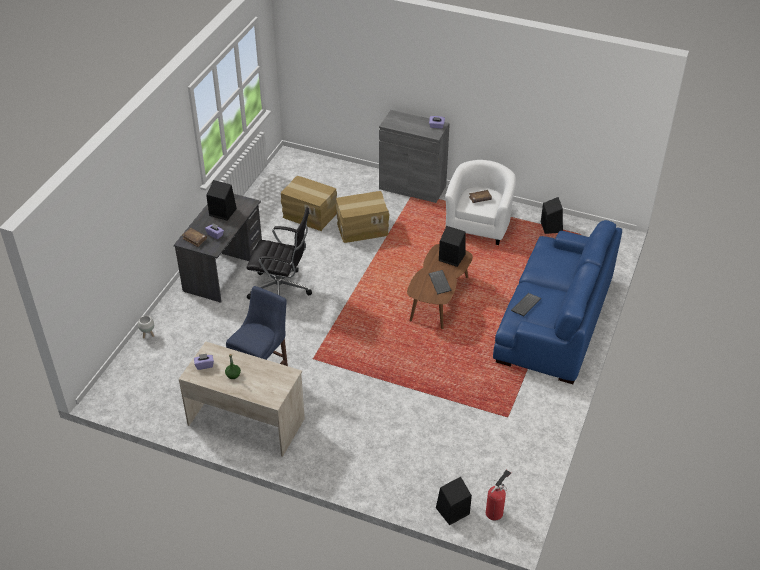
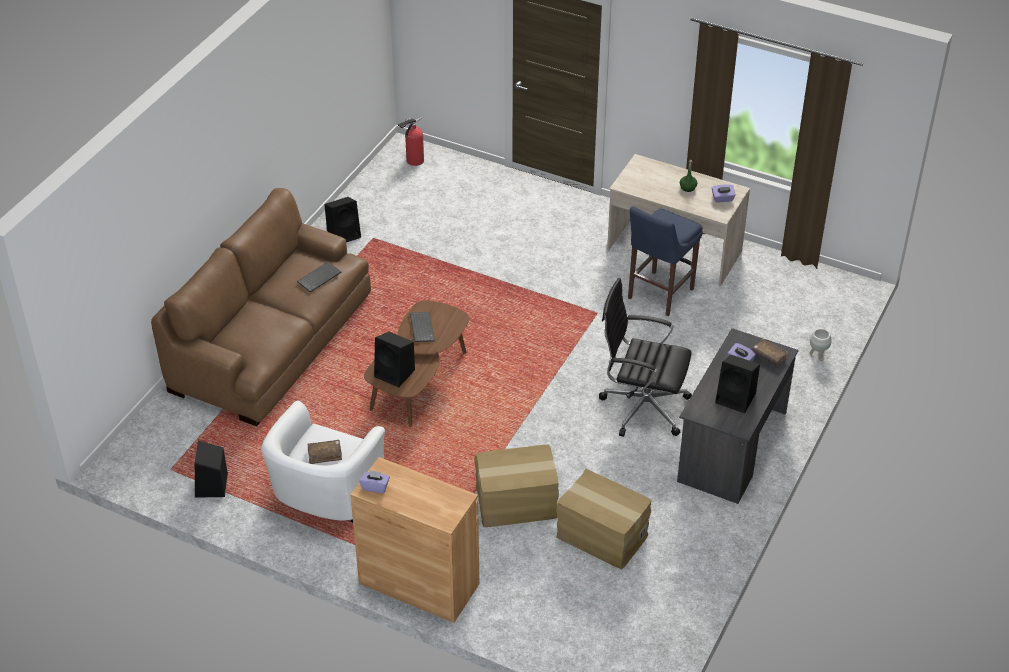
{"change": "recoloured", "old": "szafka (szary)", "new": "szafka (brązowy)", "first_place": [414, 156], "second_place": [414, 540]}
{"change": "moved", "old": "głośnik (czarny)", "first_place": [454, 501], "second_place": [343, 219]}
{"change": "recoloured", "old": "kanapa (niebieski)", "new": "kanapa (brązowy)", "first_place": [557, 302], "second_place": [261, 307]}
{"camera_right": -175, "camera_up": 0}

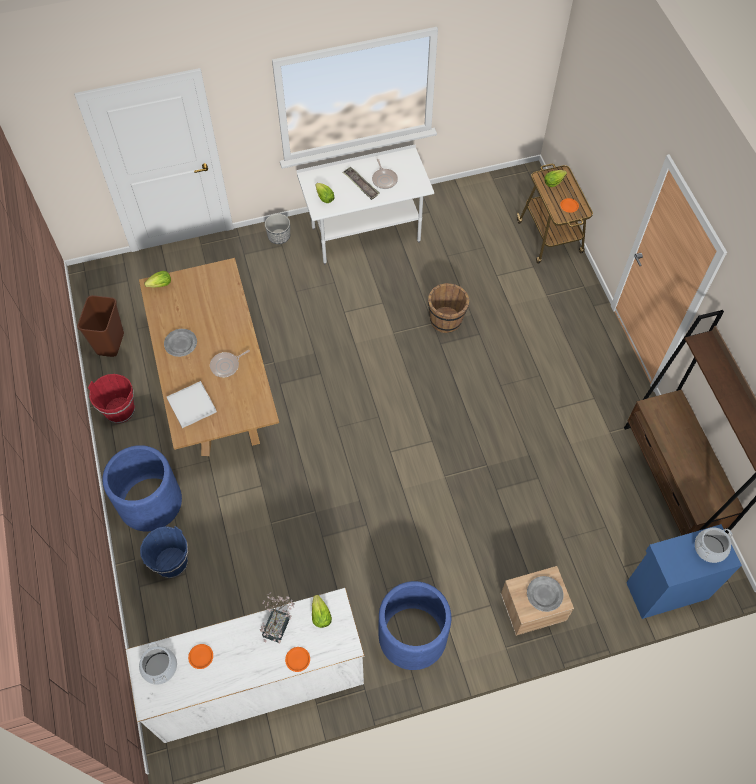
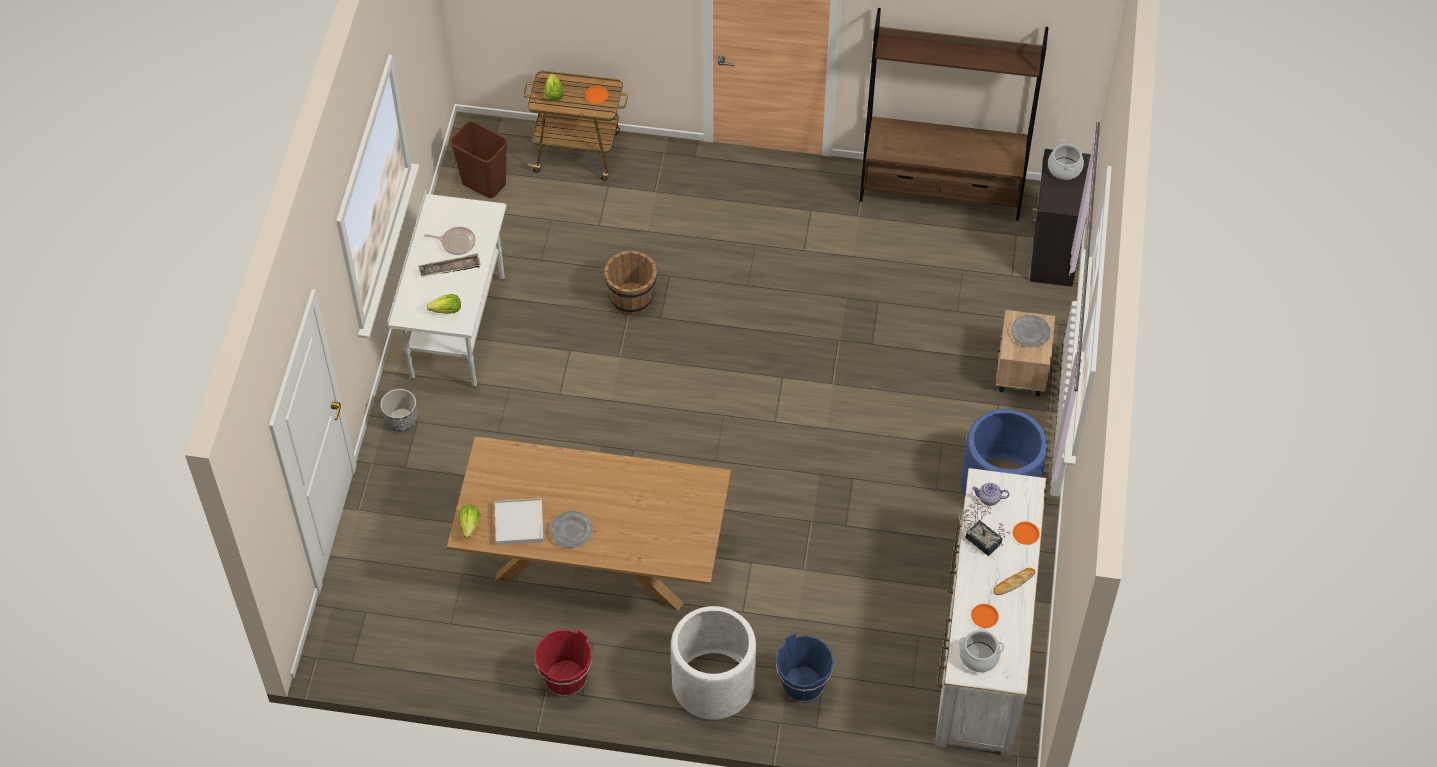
{"change": "moved", "old": "kosz na śmieci (brązowy)", "first_place": [100, 326], "second_place": [479, 159]}
{"change": "recoloured", "old": "donica (niebieski)", "new": "donica (biały)", "first_place": [142, 488], "second_place": [713, 663]}
{"change": "moved", "old": "taca (biały)", "first_place": [192, 404], "second_place": [519, 521]}
{"change": "removed", "old": "patelnia", "first_place": [230, 363]}
{"change": "replaced", "old": "sałata", "new": "imbryk", "first_place": [322, 611], "second_place": [990, 494]}
{"change": "recoloured", "old": "szafka (niebieski)", "new": "szafka (czarny)", "first_place": [684, 571], "second_place": [1060, 218]}
{"change": "added", "new": "chleb", "second_place": [1014, 581]}
{"camera_right": -65, "camera_up": -5}

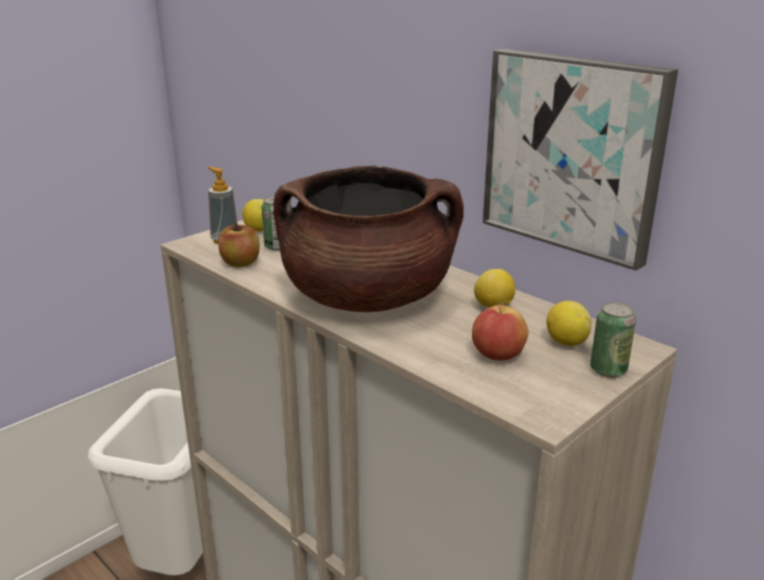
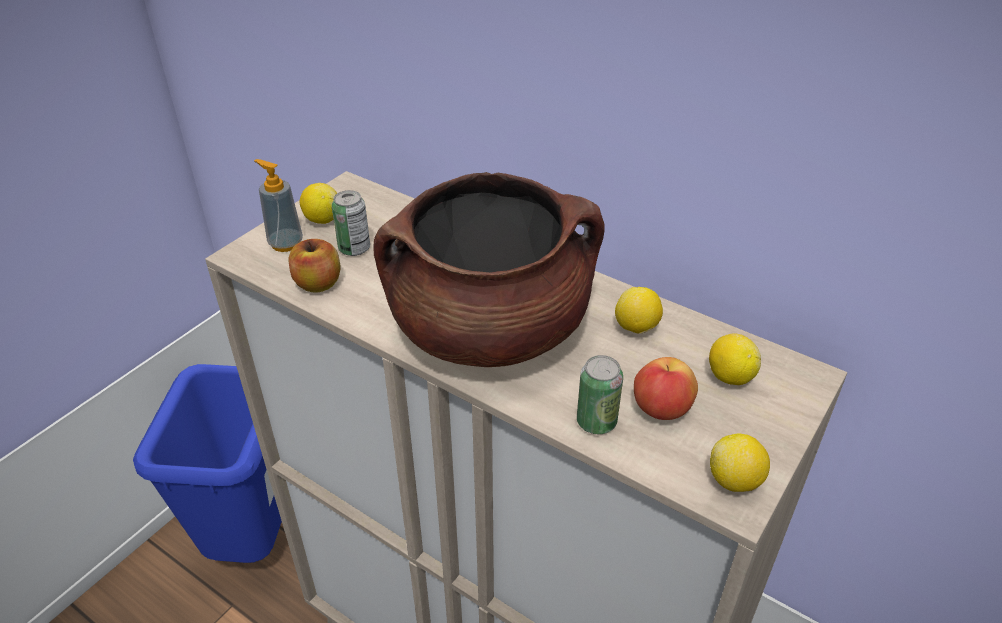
{"change": "recoloured", "old": "kosz na śmieci (biały)", "new": "kosz na śmieci (niebieski)", "first_place": [145, 482], "second_place": [207, 463]}
{"change": "removed", "old": "obraz", "first_place": [580, 160]}
{"change": "moved", "old": "puszka", "first_place": [613, 339], "second_place": [600, 394]}
{"change": "added", "new": "cytryna", "second_place": [740, 463]}
{"camera_right": -10, "camera_up": 15}

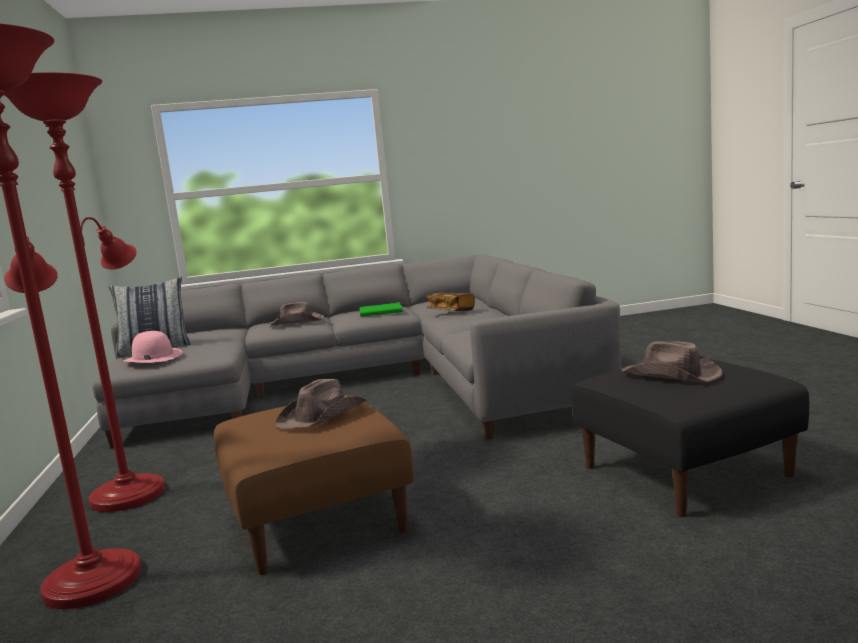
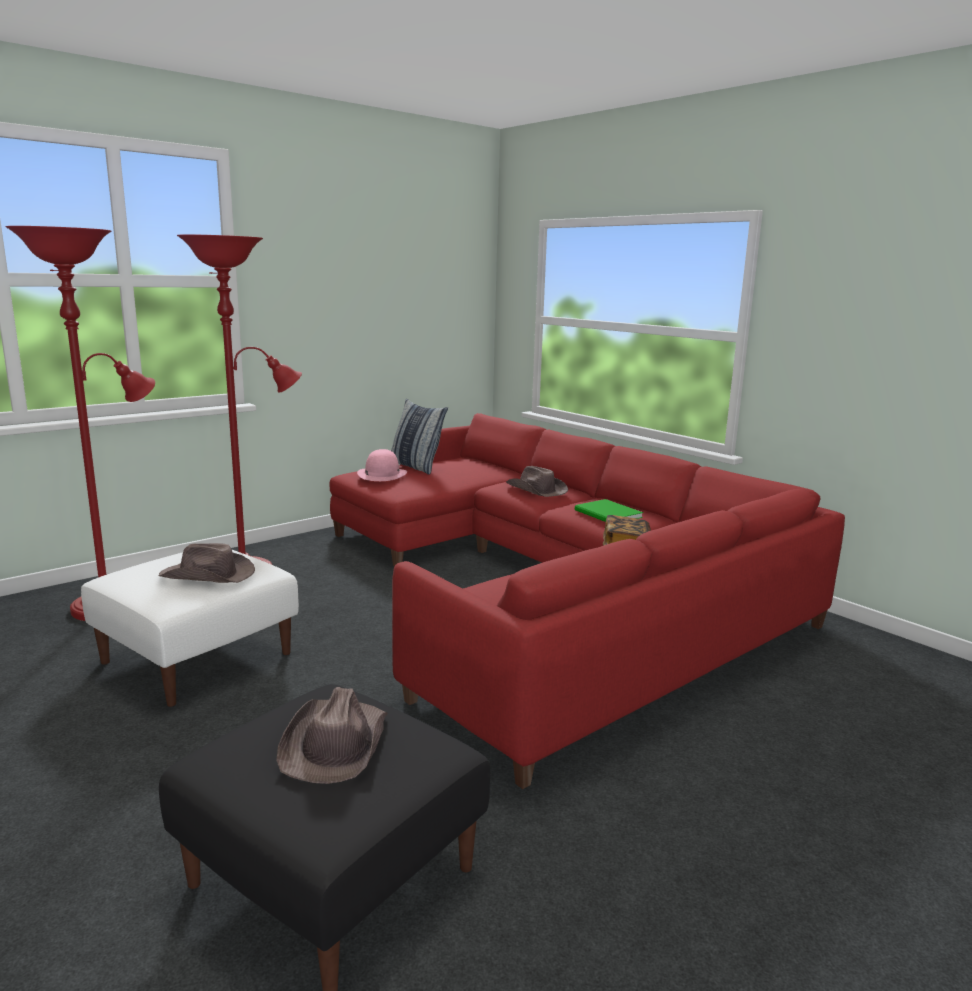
{"change": "recoloured", "old": "kanapa (szary)", "new": "kanapa (czerwony)", "first_place": [357, 351], "second_place": [587, 601]}
{"change": "recoloured", "old": "pufa (brązowy)", "new": "pufa (biały)", "first_place": [313, 485], "second_place": [190, 628]}
{"camera_right": 60, "camera_up": 5}

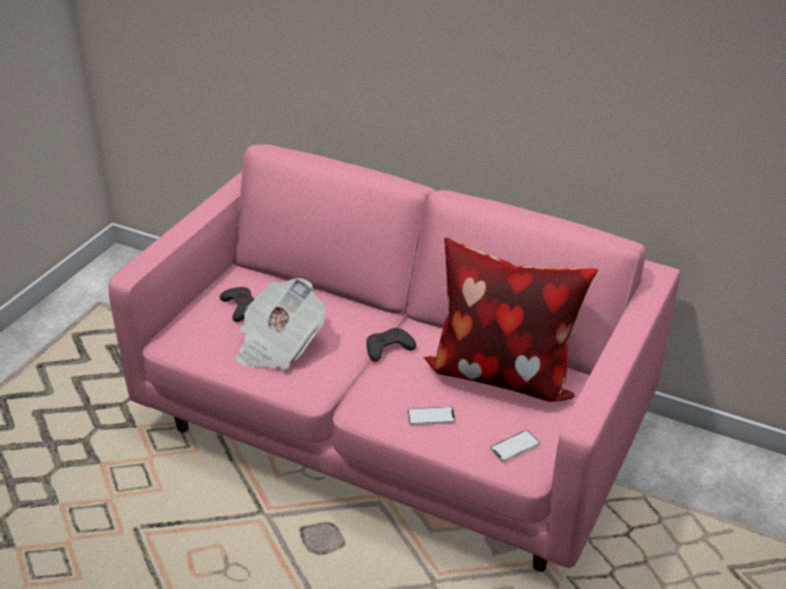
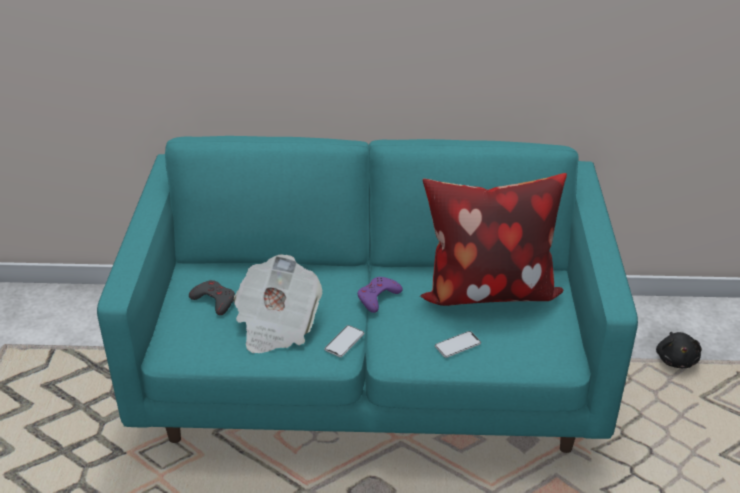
{"change": "recoloured", "old": "kanapa (różowy)", "new": "kanapa (turkusowy)", "first_place": [394, 358], "second_place": [367, 294]}
{"change": "recoloured", "old": "pad do gier (szary)", "new": "pad do gier (fioletowy)", "first_place": [391, 344], "second_place": [380, 295]}
{"change": "moved", "old": "telefon", "first_place": [515, 446], "second_place": [344, 341]}
{"change": "added", "new": "pluszak (czarny)", "second_place": [679, 350]}
{"camera_right": -25, "camera_up": 0}

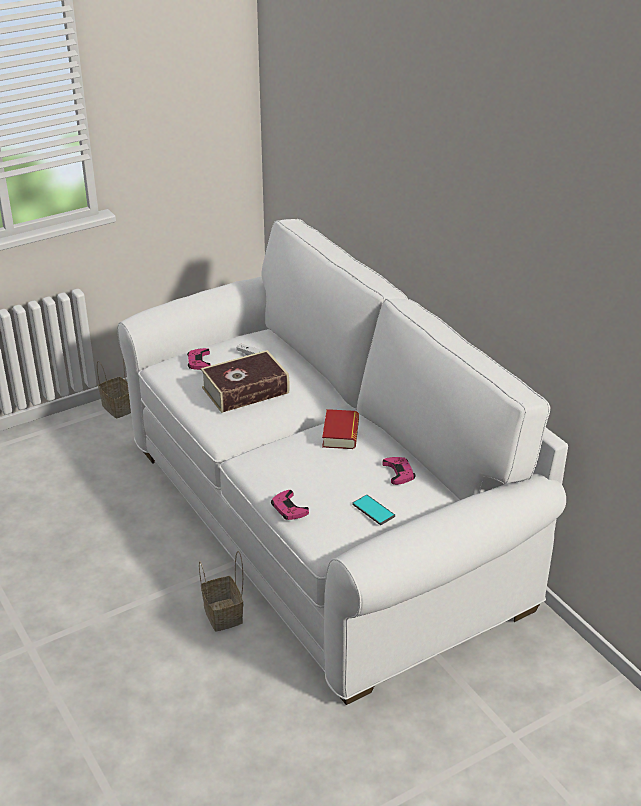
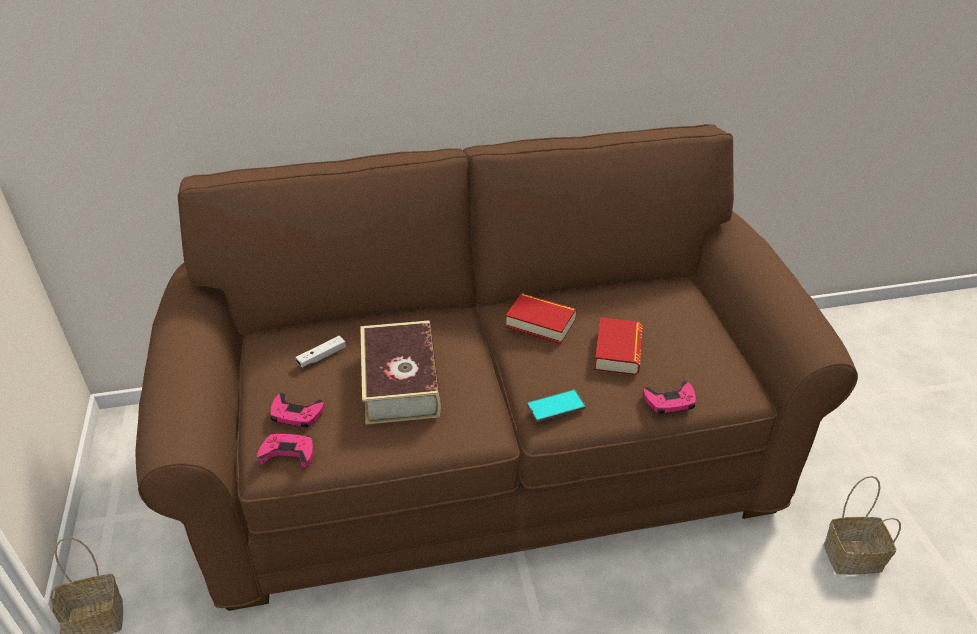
{"change": "recoloured", "old": "kanapa (biały)", "new": "kanapa (brązowy)", "first_place": [342, 462], "second_place": [497, 367]}
{"change": "moved", "old": "koszyk", "first_place": [221, 591], "second_place": [862, 525]}
{"change": "moved", "old": "telefon", "first_place": [373, 510], "second_place": [556, 405]}
{"change": "moved", "old": "pad do gier (różowy)", "first_place": [398, 471], "second_place": [285, 450]}
{"change": "added", "new": "książka", "second_place": [618, 346]}
{"camera_right": -70, "camera_up": 5}

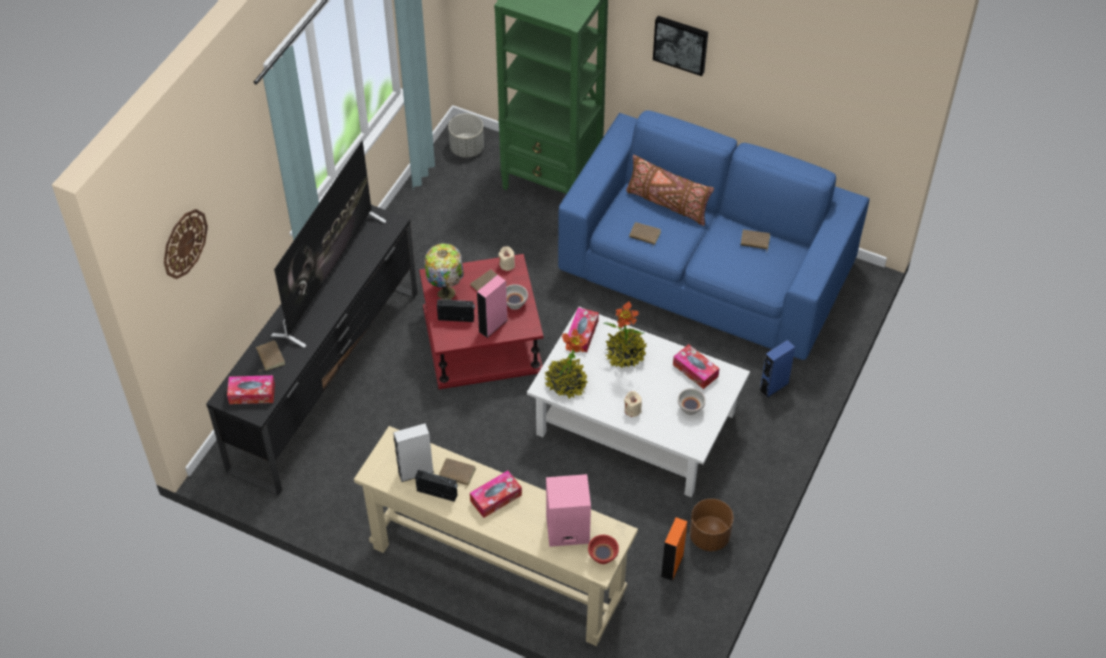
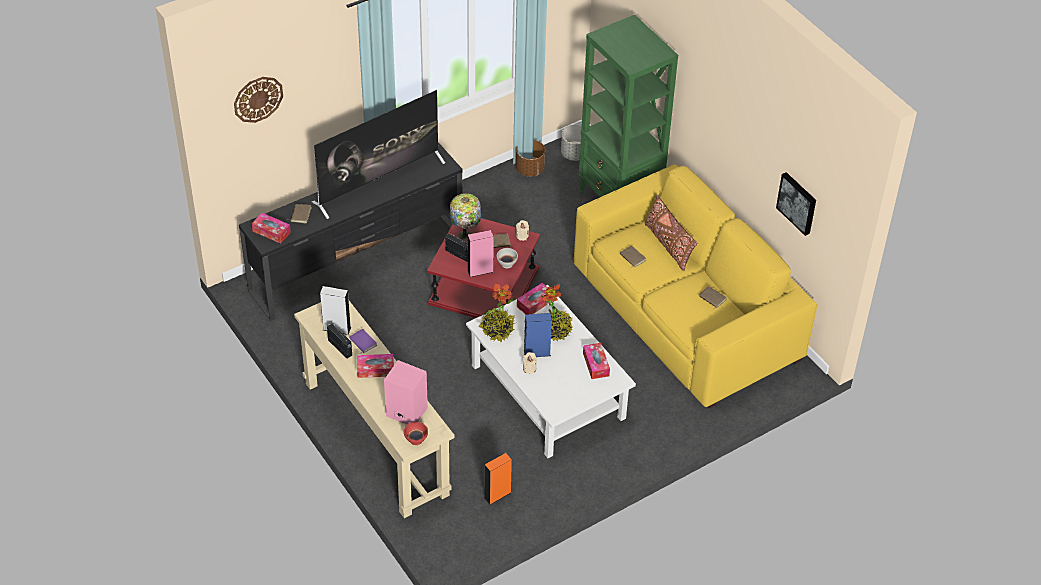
{"change": "recoloured", "old": "książka (brązowy)", "new": "książka (fioletowy)", "first_place": [457, 473], "second_place": [363, 341]}
{"change": "recoloured", "old": "kanapa (niebieski)", "new": "kanapa (żółty)", "first_place": [713, 235], "second_place": [695, 286]}
{"change": "moved", "old": "obraz", "first_place": [680, 46], "second_place": [796, 204]}
{"change": "removed", "old": "miska (biały)", "first_place": [692, 401]}
{"change": "moved", "old": "donica (brązowy)", "first_place": [711, 525], "second_place": [530, 158]}
{"change": "moved", "old": "głośnik (niebieski)", "first_place": [777, 369], "second_place": [538, 335]}
{"camera_right": 30, "camera_up": -5}

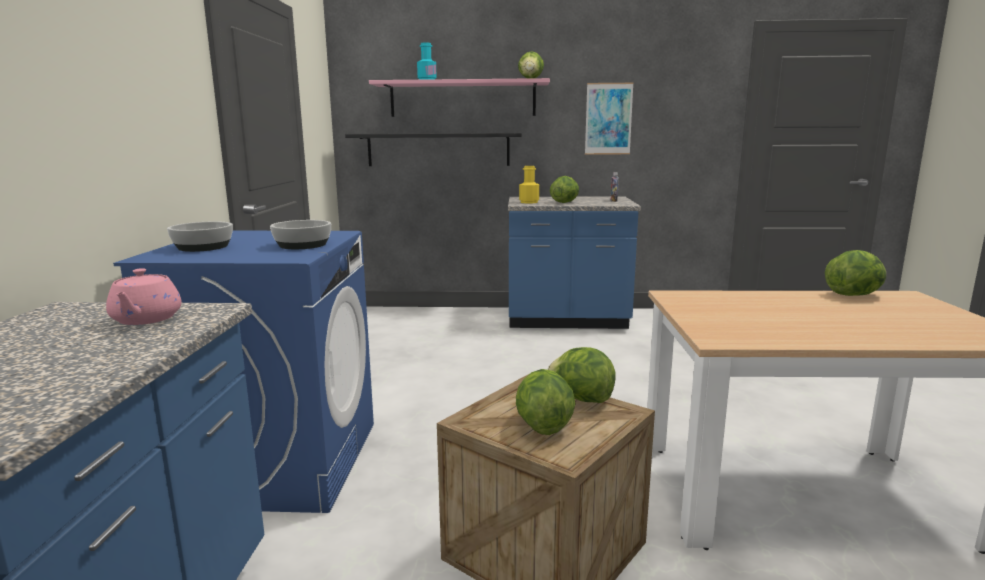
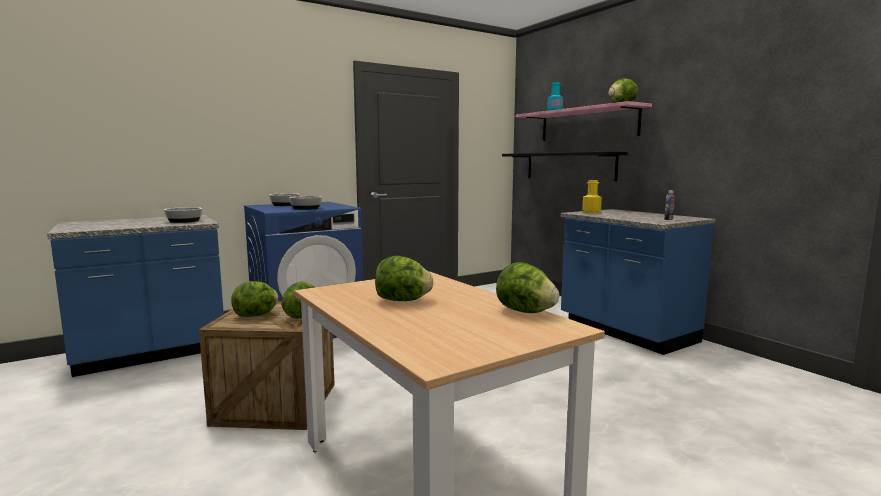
{"change": "replaced", "old": "imbryk (różowy)", "new": "miska", "first_place": [144, 296], "second_place": [183, 215]}
{"change": "moved", "old": "sałata", "first_place": [564, 189], "second_place": [404, 278]}
{"change": "removed", "old": "obraz", "first_place": [609, 119]}
{"camera_right": 55, "camera_up": -5}

